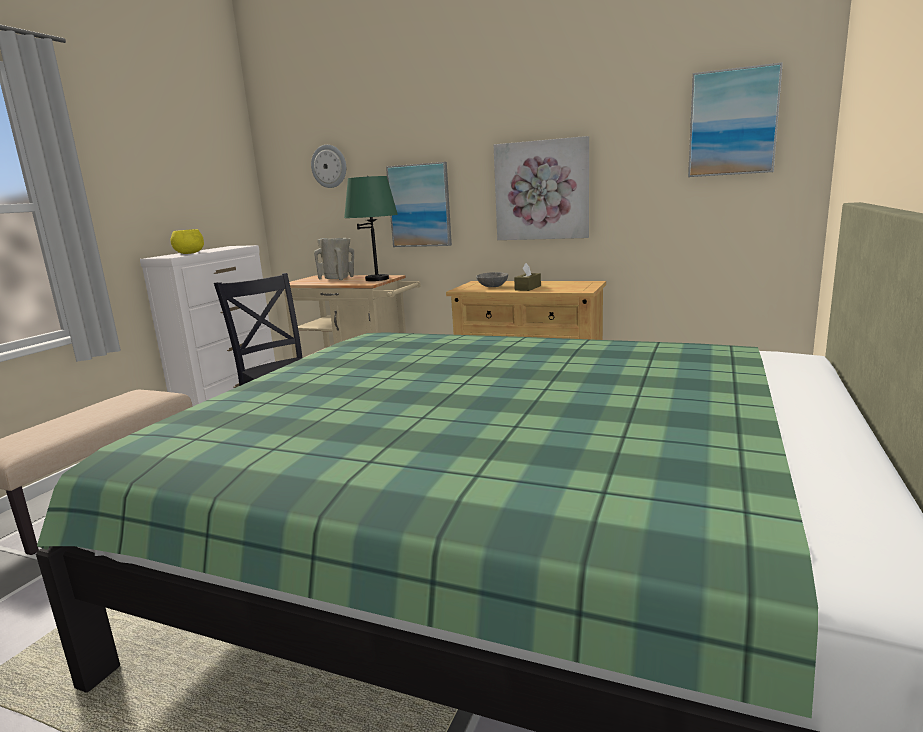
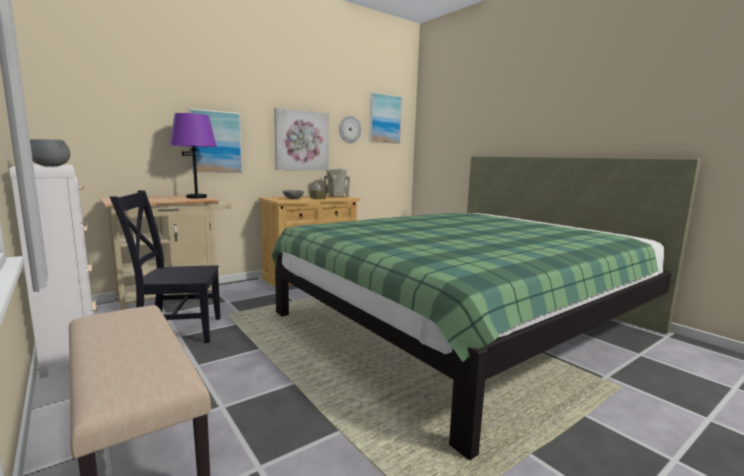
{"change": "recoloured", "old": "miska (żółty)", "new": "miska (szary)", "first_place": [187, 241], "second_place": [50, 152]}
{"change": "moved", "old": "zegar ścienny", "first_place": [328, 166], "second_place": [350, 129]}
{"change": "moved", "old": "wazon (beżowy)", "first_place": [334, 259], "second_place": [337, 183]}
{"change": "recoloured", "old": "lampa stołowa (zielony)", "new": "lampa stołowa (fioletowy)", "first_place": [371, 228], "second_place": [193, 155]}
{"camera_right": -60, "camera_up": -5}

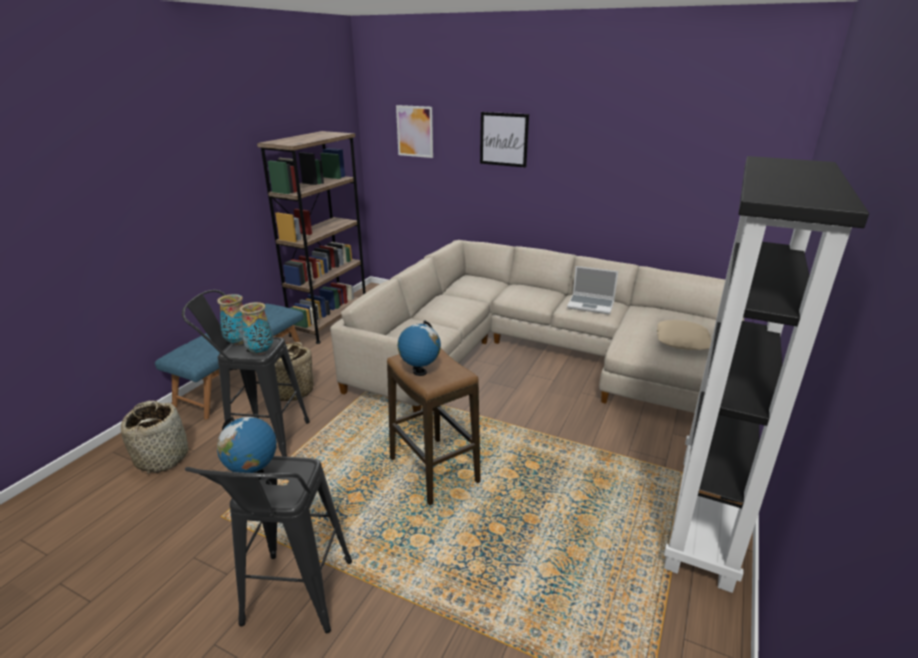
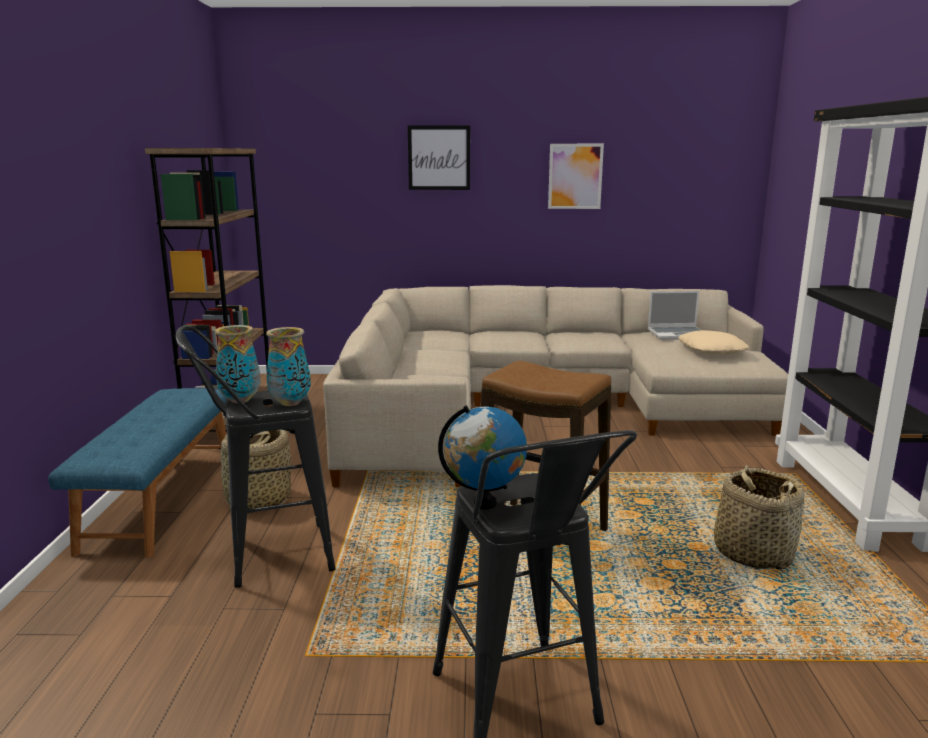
{"change": "moved", "old": "koszyk", "first_place": [154, 437], "second_place": [759, 517]}
{"change": "moved", "old": "obraz", "first_place": [414, 131], "second_place": [576, 176]}
{"change": "removed", "old": "globus", "first_place": [419, 348]}
{"change": "moved", "old": "laptop", "first_place": [592, 290], "second_place": [674, 315]}
{"camera_right": -25, "camera_up": -10}

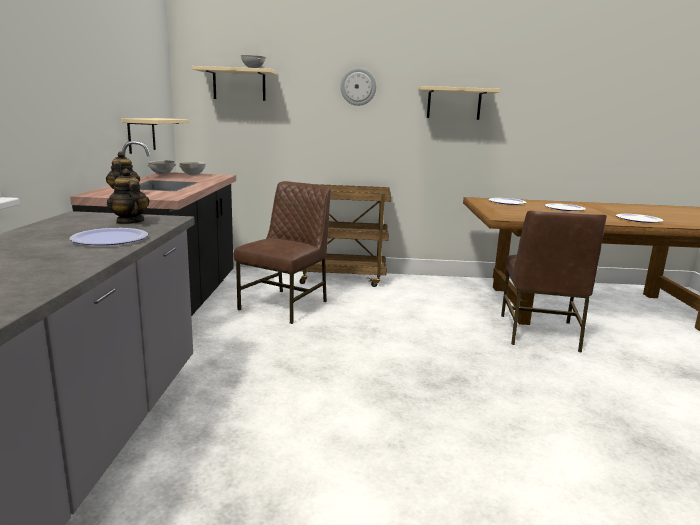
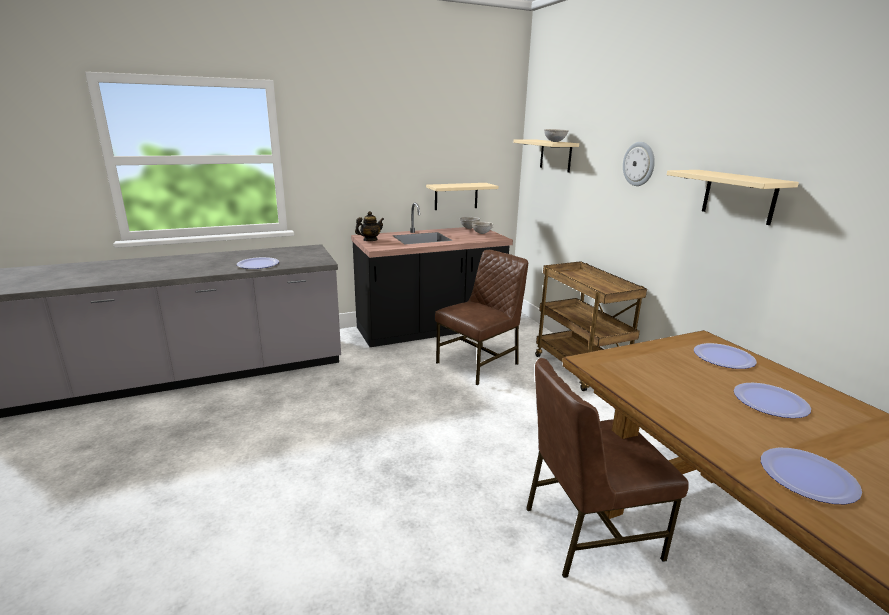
{"change": "removed", "old": "imbryk", "first_place": [128, 196]}
{"change": "turned", "old": "krzesło (brązowy)", "first_place": [282, 252], "second_place": [481, 317], "degrees": -45}
{"camera_right": 65, "camera_up": 5}

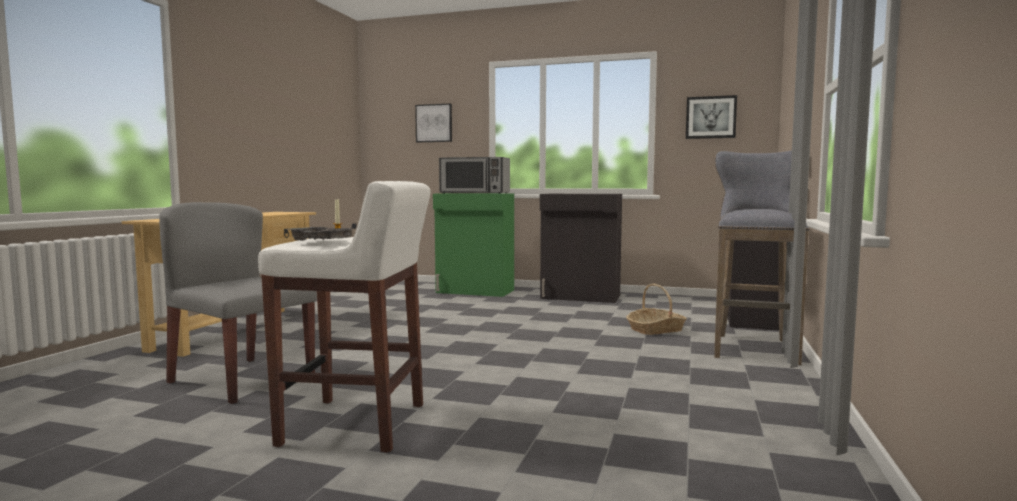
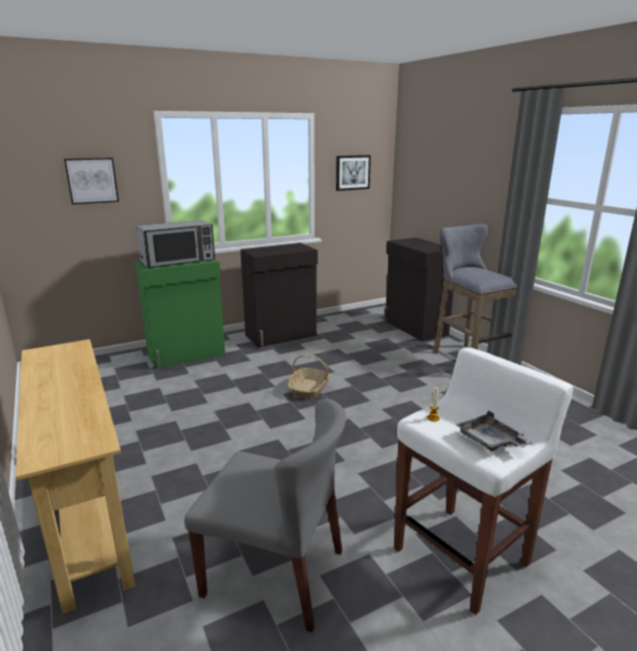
{"change": "turned", "old": "krzesło (szary)", "first_place": [238, 303], "second_place": [265, 515], "degrees": -150}
{"change": "moved", "old": "koszyk", "first_place": [656, 309], "second_place": [309, 376]}
{"camera_right": -45, "camera_up": 15}

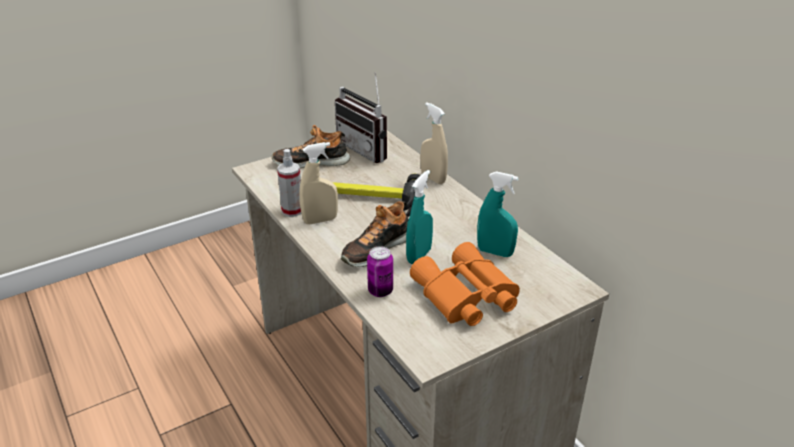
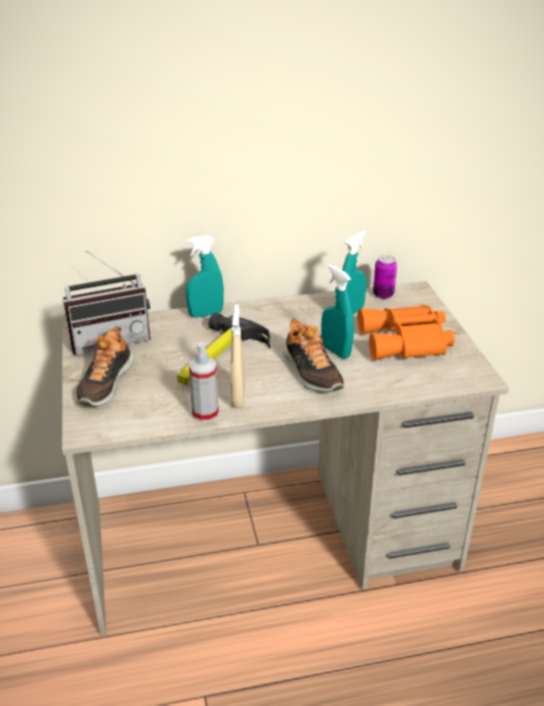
{"change": "moved", "old": "puszka", "first_place": [380, 271], "second_place": [385, 277]}
{"change": "recoloured", "old": "spryskiwacz (beżowy)", "new": "spryskiwacz (turkusowy)", "first_place": [434, 143], "second_place": [205, 277]}
{"camera_right": -70, "camera_up": 0}

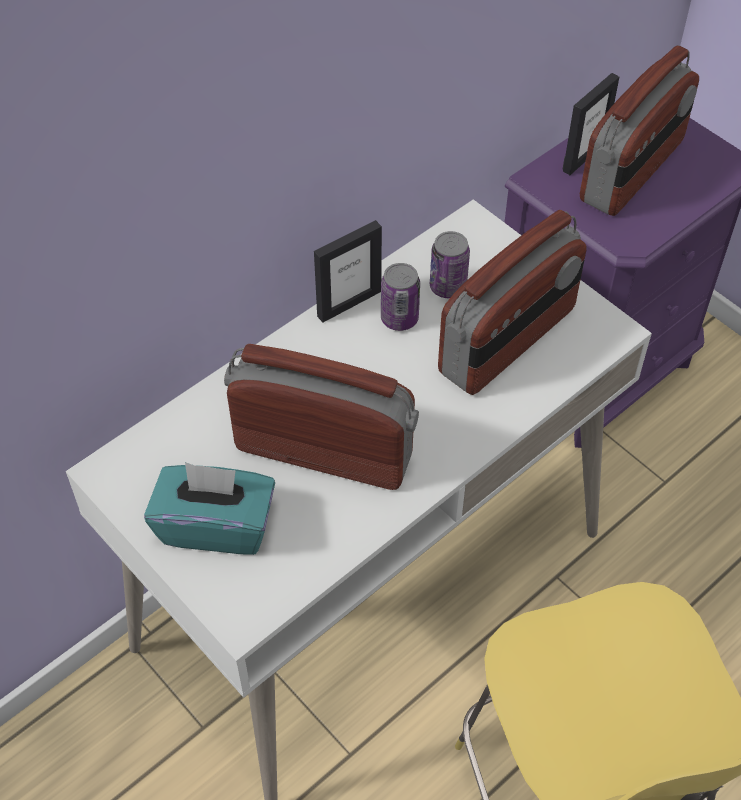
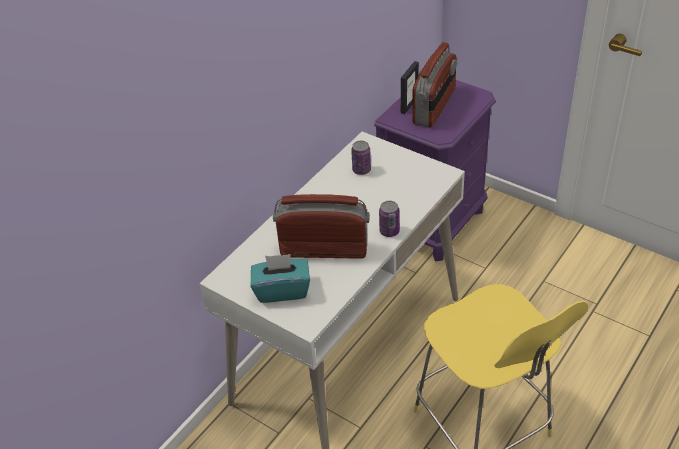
{"change": "removed", "old": "ramka na zdjęcie", "first_place": [348, 271]}
{"change": "moved", "old": "puszka", "first_place": [400, 297], "second_place": [389, 219]}
{"change": "removed", "old": "radio", "first_place": [512, 302]}
{"camera_right": -10, "camera_up": -10}

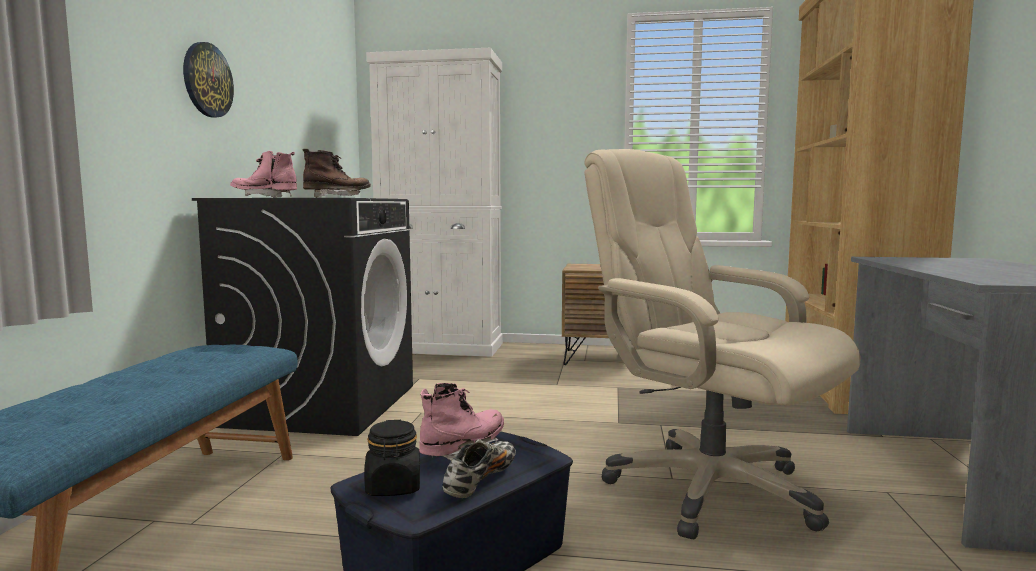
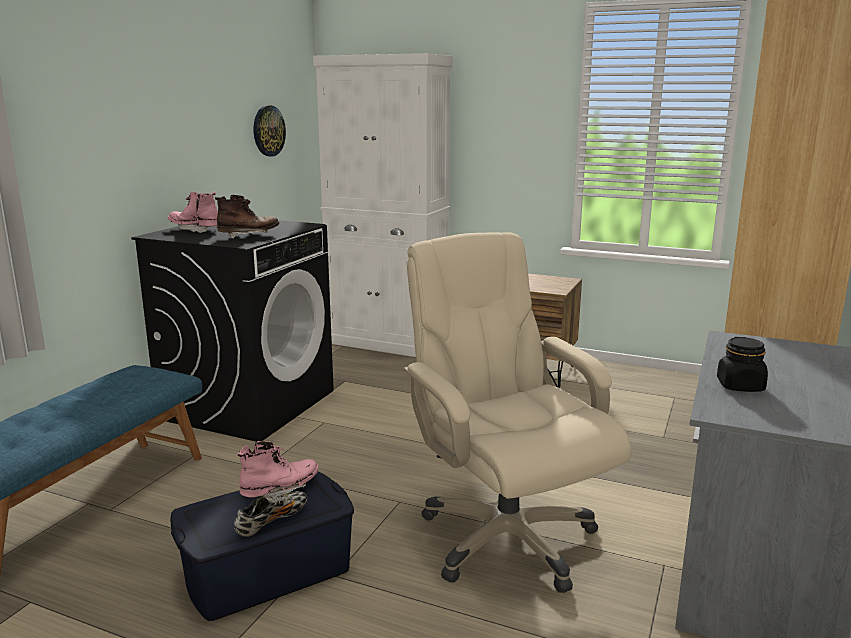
{"change": "moved", "old": "zegar ścienny", "first_place": [208, 80], "second_place": [270, 131]}
{"change": "moved", "old": "słoik (czarny)", "first_place": [392, 458], "second_place": [742, 364]}
{"camera_right": 15, "camera_up": 10}

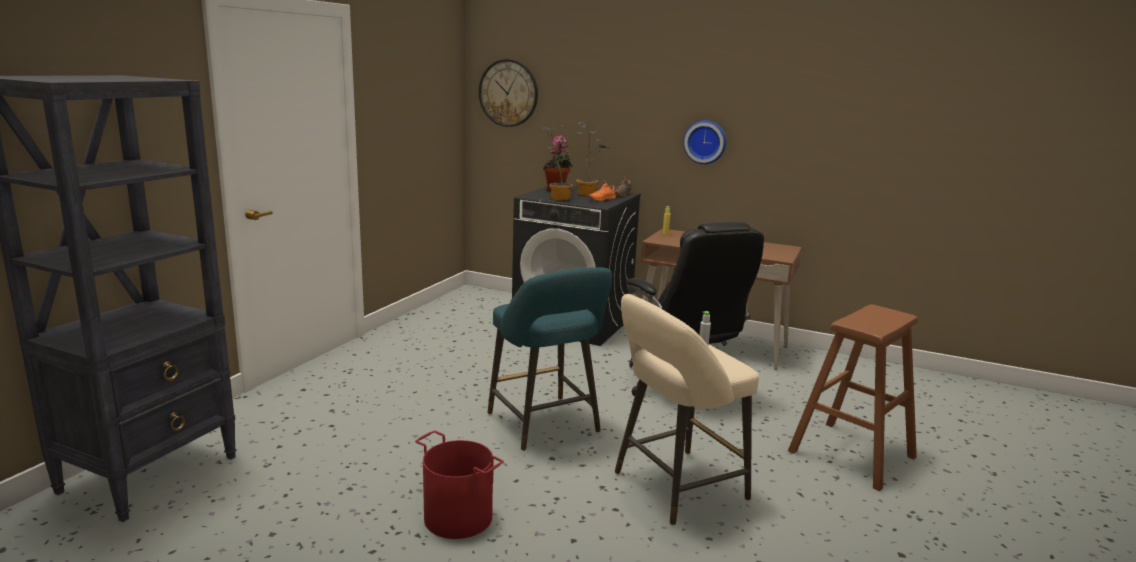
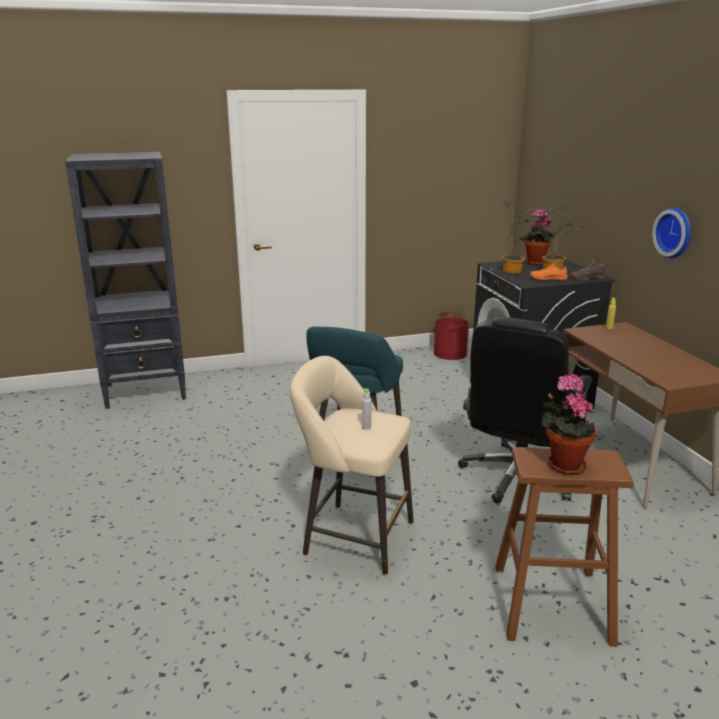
{"change": "moved", "old": "wiadro (czerwony)", "first_place": [459, 485], "second_place": [451, 335]}
{"change": "removed", "old": "zegar ścienny", "first_place": [508, 93]}
{"change": "added", "new": "roślina doniczkowa", "second_place": [569, 424]}
{"camera_right": 50, "camera_up": 5}

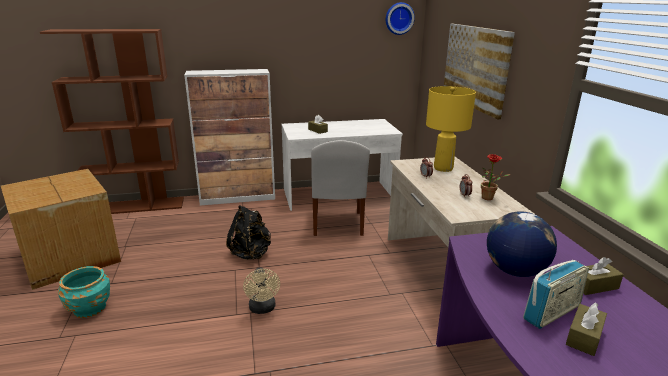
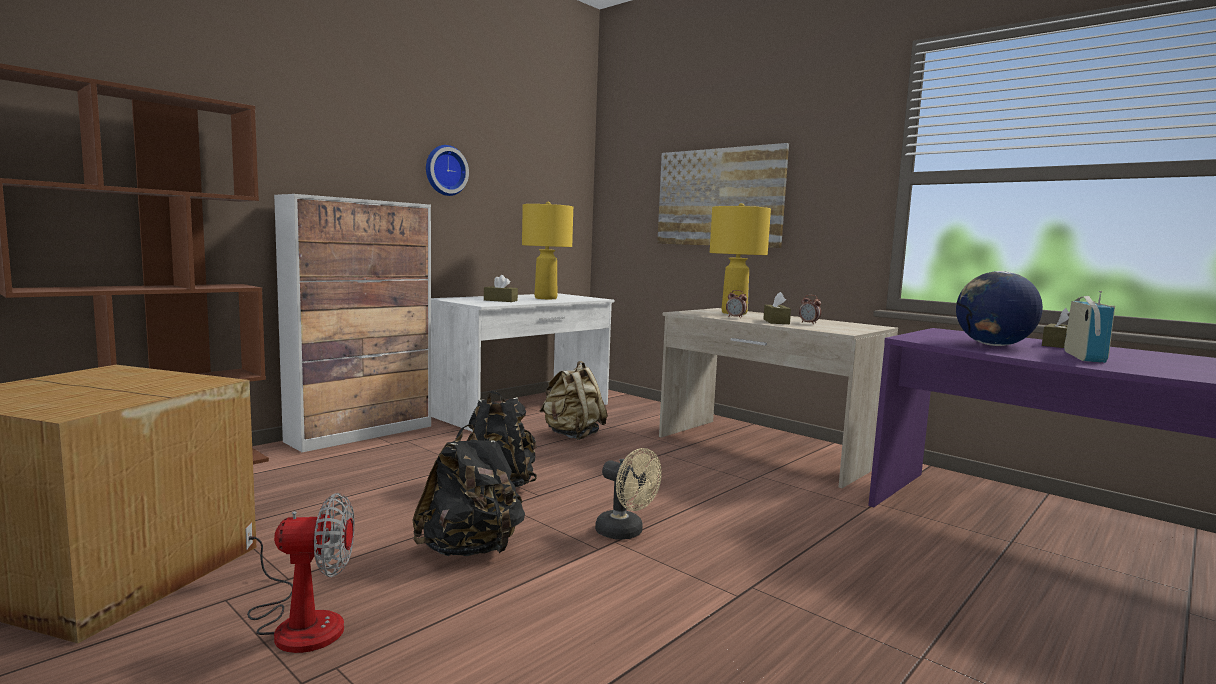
{"change": "replaced", "old": "donica (turkusowy)", "new": "wentylator", "first_place": [84, 292], "second_place": [299, 573]}
{"change": "replaced", "old": "krzesło (biały)", "new": "plecak (beżowy)", "first_place": [340, 188], "second_place": [573, 400]}
{"change": "moved", "old": "zegar ścienny", "first_place": [400, 18], "second_place": [447, 170]}
{"change": "removed", "old": "roślina doniczkowa", "first_place": [496, 177]}
{"change": "moved", "old": "pudełko chusteczek (brązowy)", "first_place": [586, 329], "second_place": [777, 308]}
{"change": "added", "new": "plecak (czarny)", "second_place": [469, 490]}
{"change": "added", "new": "lampa stołowa (żółty)", "second_place": [547, 250]}
{"camera_right": -35, "camera_up": -15}

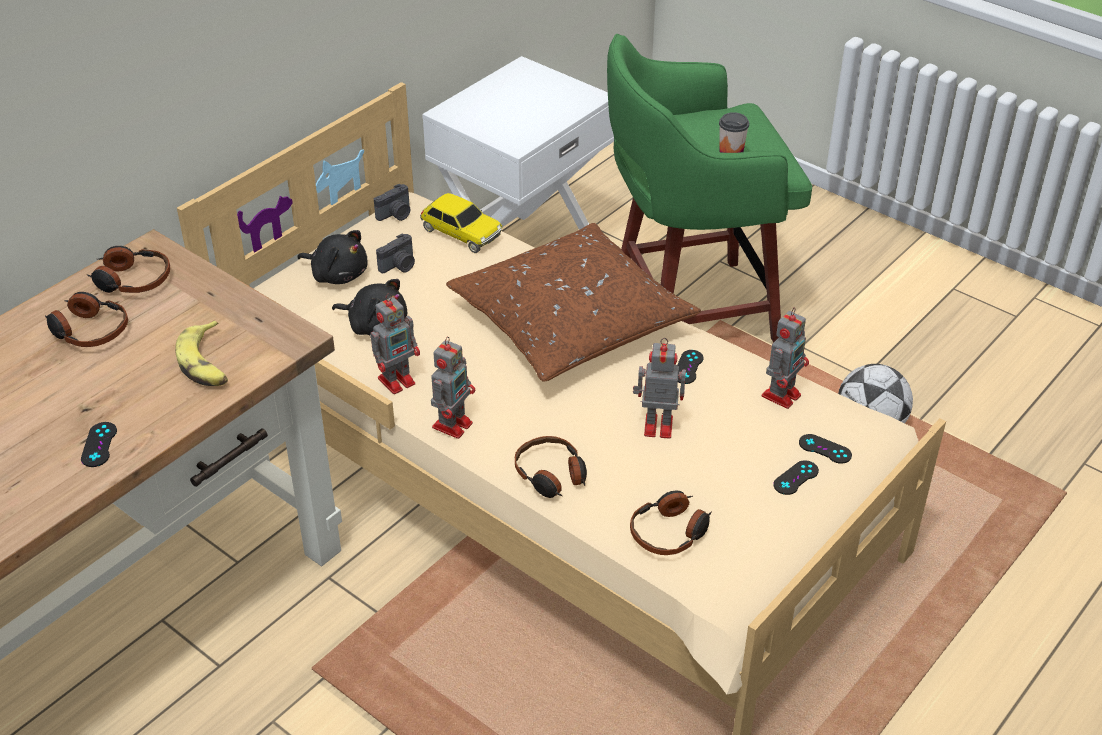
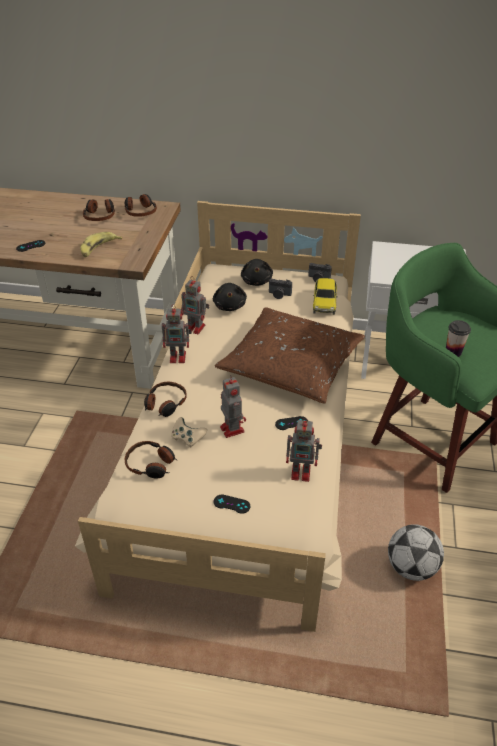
{"change": "removed", "old": "pad do gier (czarny)", "first_place": [825, 449]}
{"change": "added", "new": "pad do gier (beżowy)", "second_place": [189, 432]}
{"camera_right": 60, "camera_up": 0}

